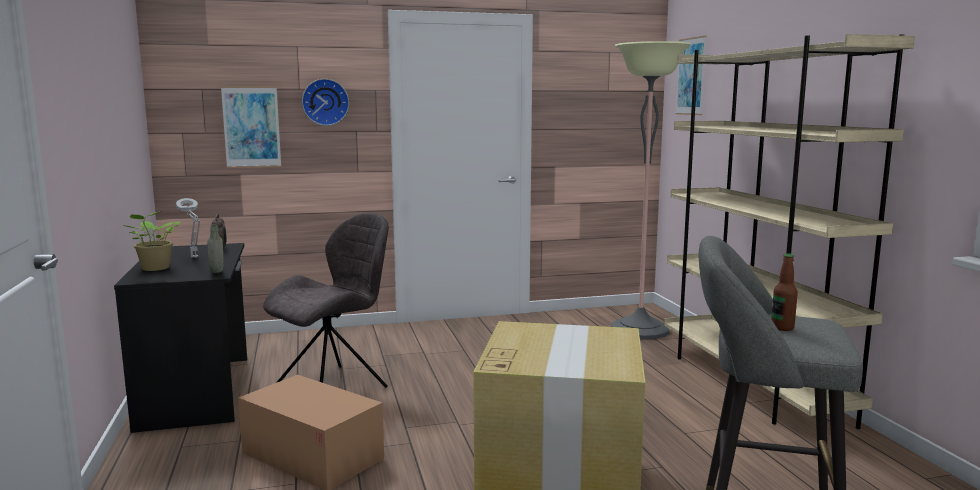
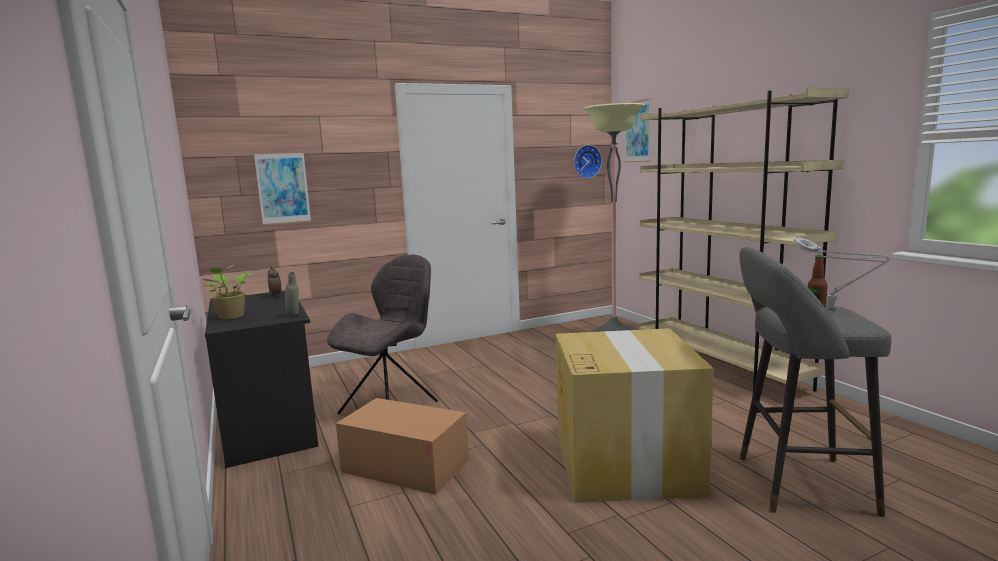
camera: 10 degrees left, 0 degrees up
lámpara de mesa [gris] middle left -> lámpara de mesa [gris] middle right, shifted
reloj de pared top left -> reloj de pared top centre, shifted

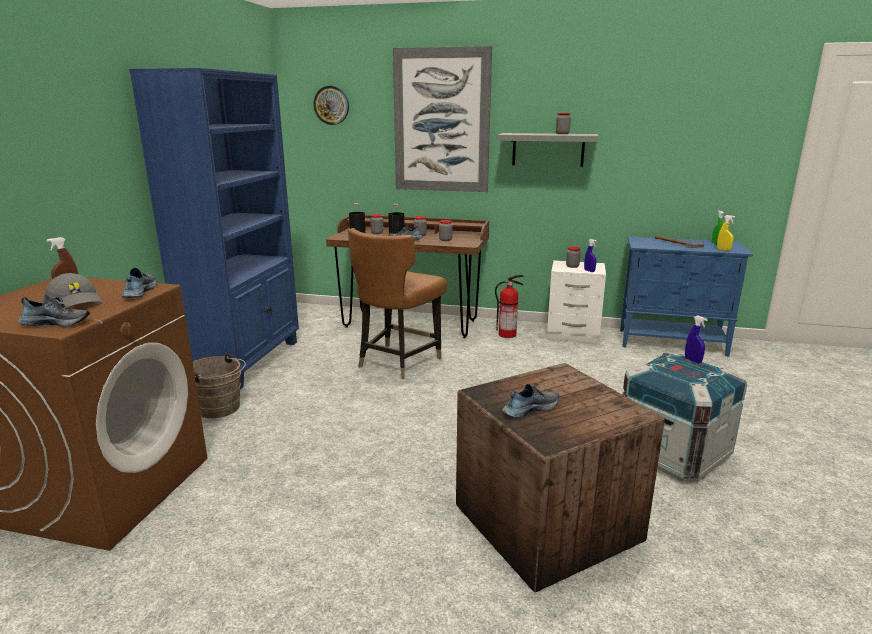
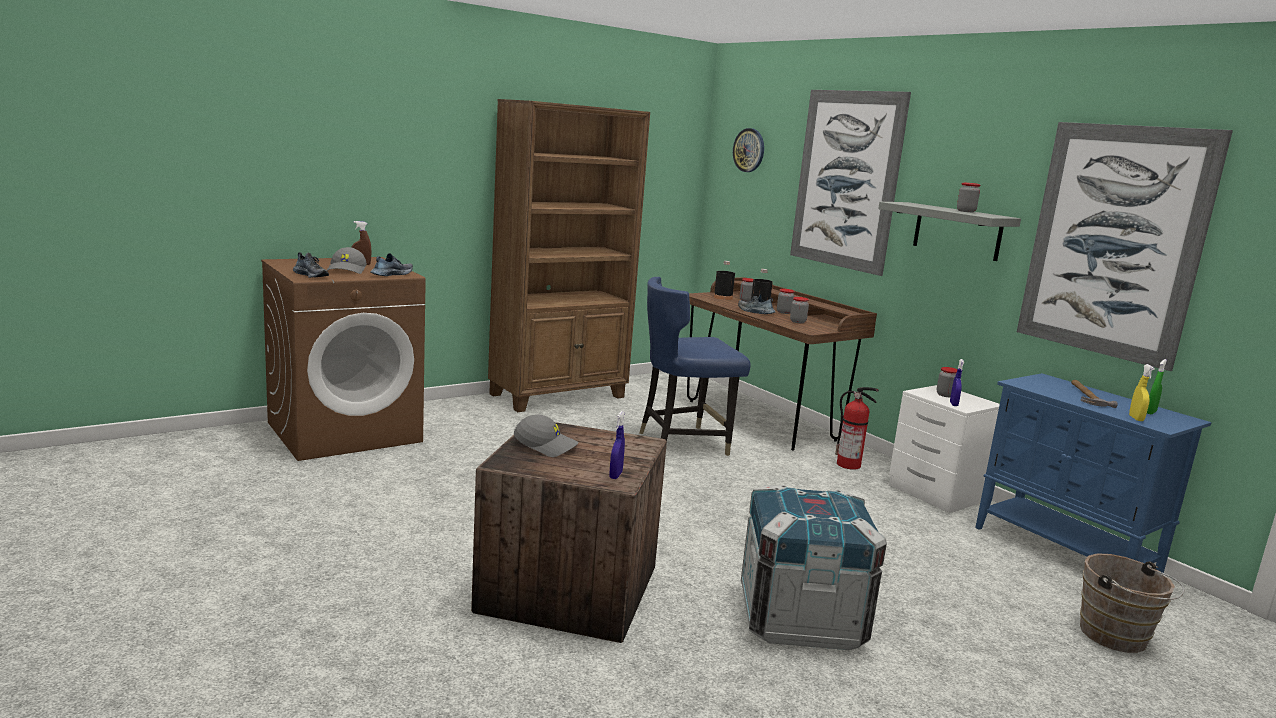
camera: 40 degrees right, 5 degrees down
none -> cuadro (no. 2 from left) middle right
cubo [marrón] middle left -> cubo [marrón] bottom right, shifted
pulverizador [azul] (no. 2 from left in the first image) middle right -> pulverizador [azul] (no. 1 from left) centre, shifted
zapato (no. 4 from left) centre -> gorra [gris] (no. 2 from left) centre
estantería [azul] middle left -> estantería [marrón] centre
silla [marrón] centre -> silla [azul] centre

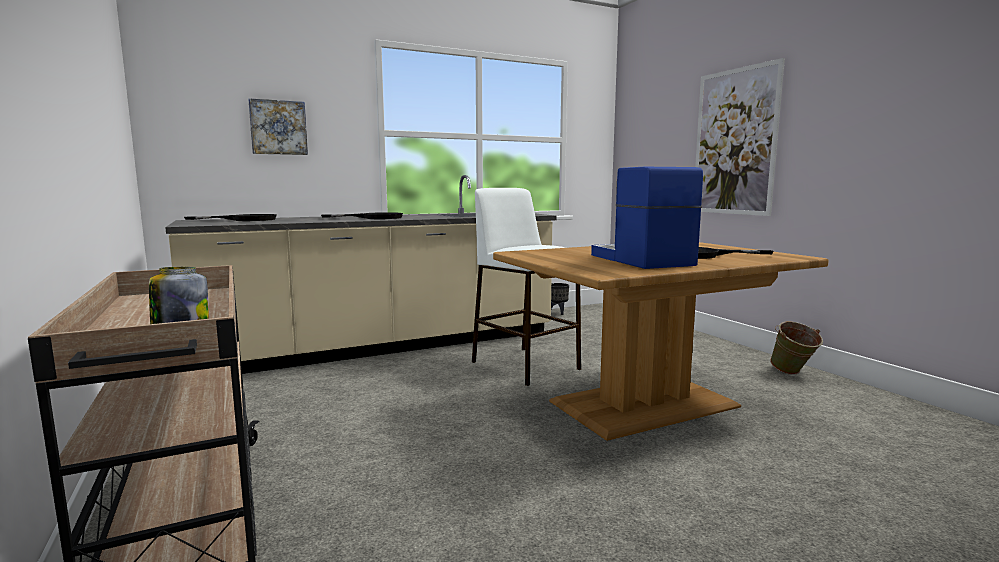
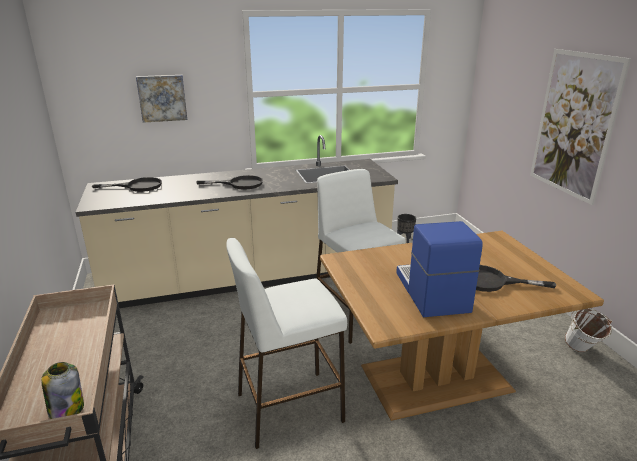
camera: 10 degrees right, 15 degrees up
none -> taburete [blanco] (no. 1 from left) bottom centre
cubo [verde] middle right -> cubo [blanco] bottom right

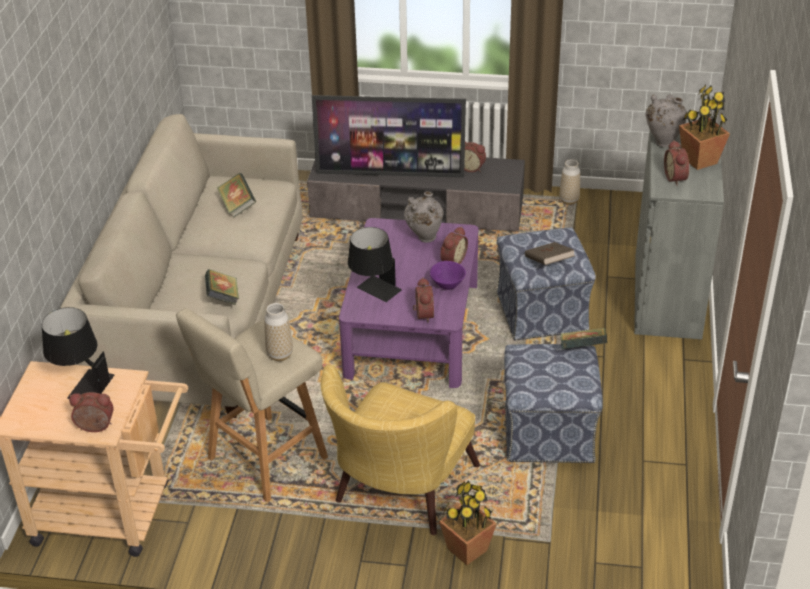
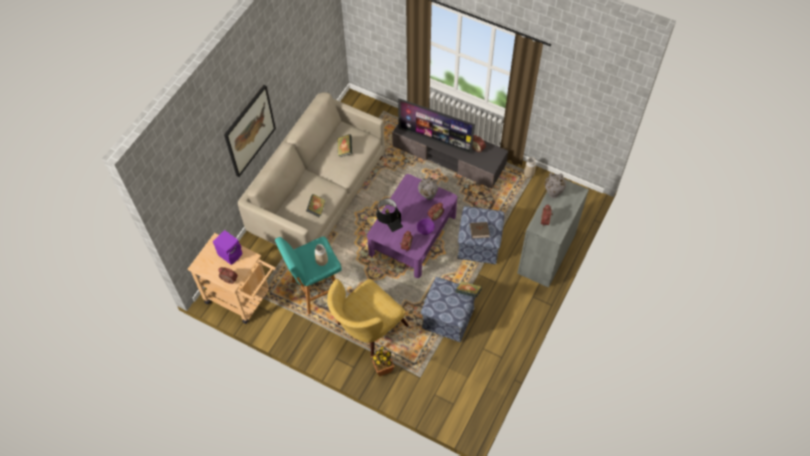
camera: 20 degrees right, 20 degrees up
planta en maceta (no. 2 from left) top right -> none
none -> cuadro top left
lámpara de mesa [negro] (no. 1 from left) middle left -> altavoz [morado] middle left
taburete [beis] bottom left -> taburete [turquesa] centre

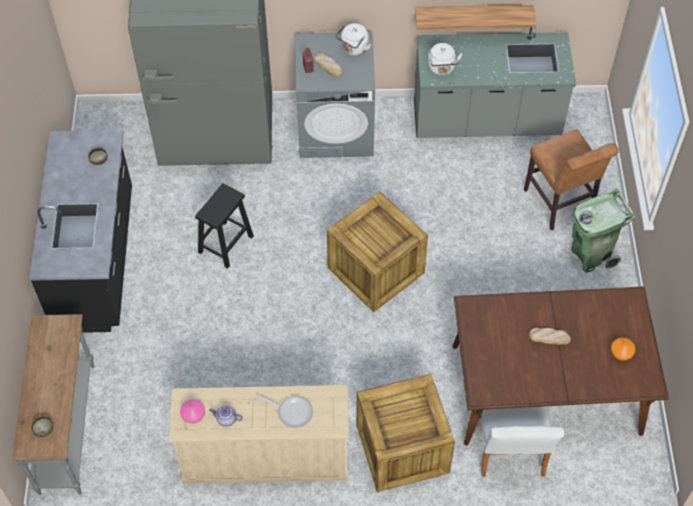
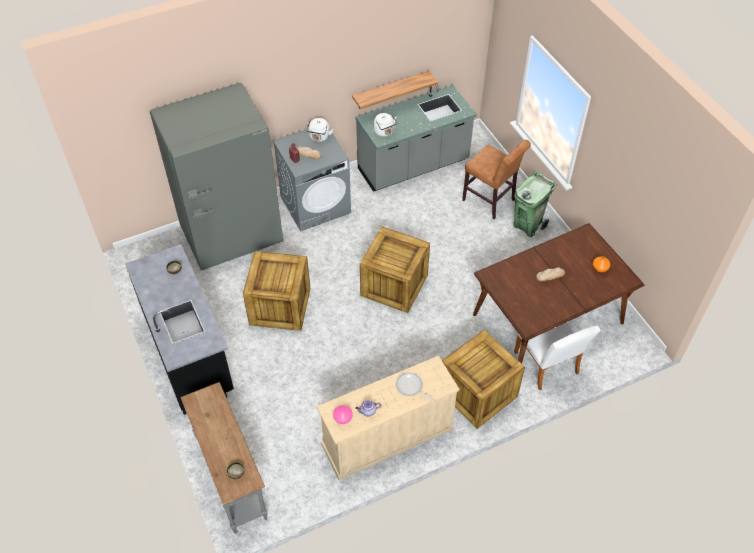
camera: 25 degrees left, 5 degrees down
taburete [negro] middle left -> caja de embalaje (no. 1 from left) centre
sartén bottom centre, 135 degrees counterclockwise

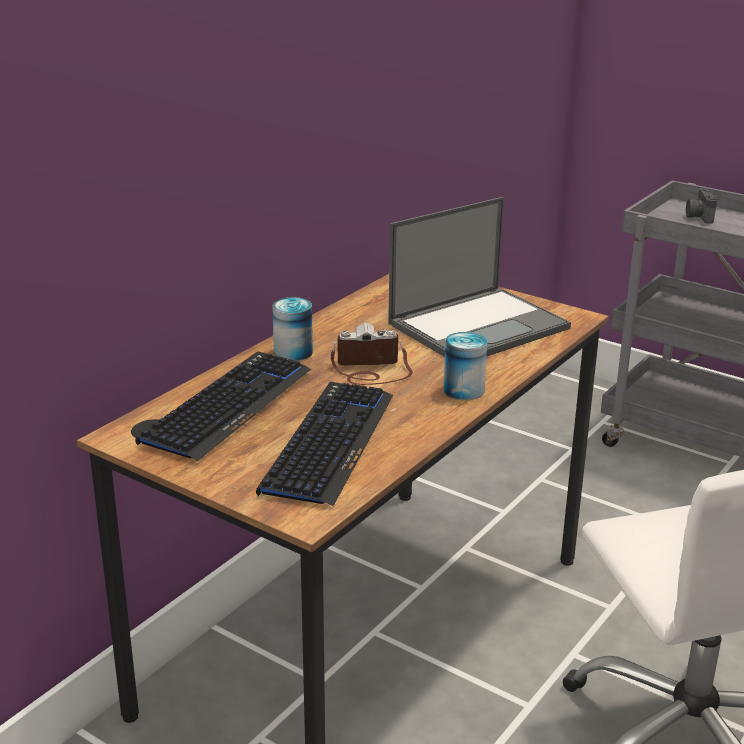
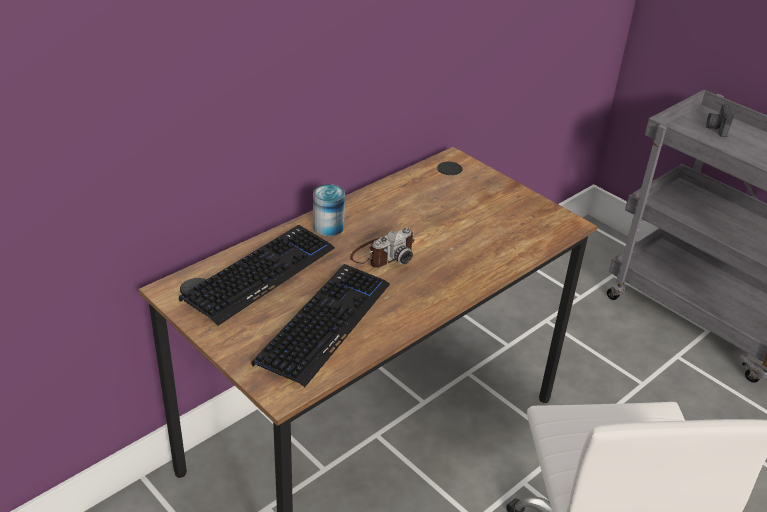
camera: 10 degrees right, 10 degrees up
portátil centre -> none
lata (no. 2 from left) centre -> none
cámara (no. 1 from left) centre, 135 degrees clockwise

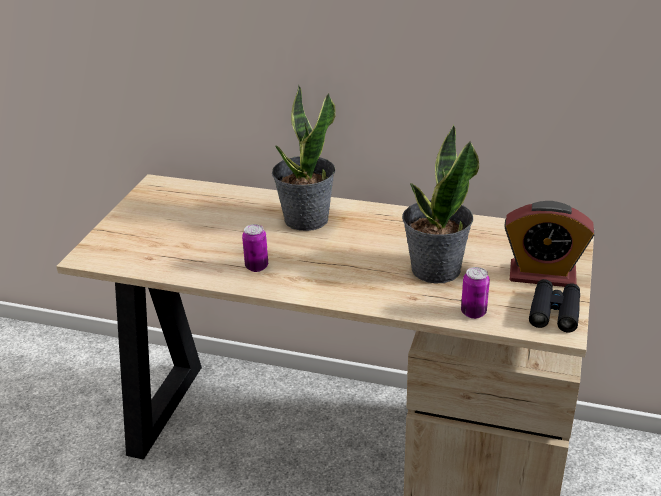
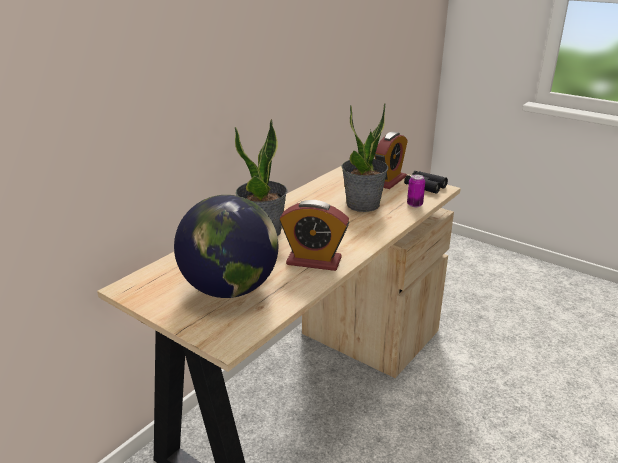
camera: 70 degrees left, 5 degrees down
none -> globo terráqueo centre
lata (no. 1 from left) centre -> despertador (no. 1 from left) centre

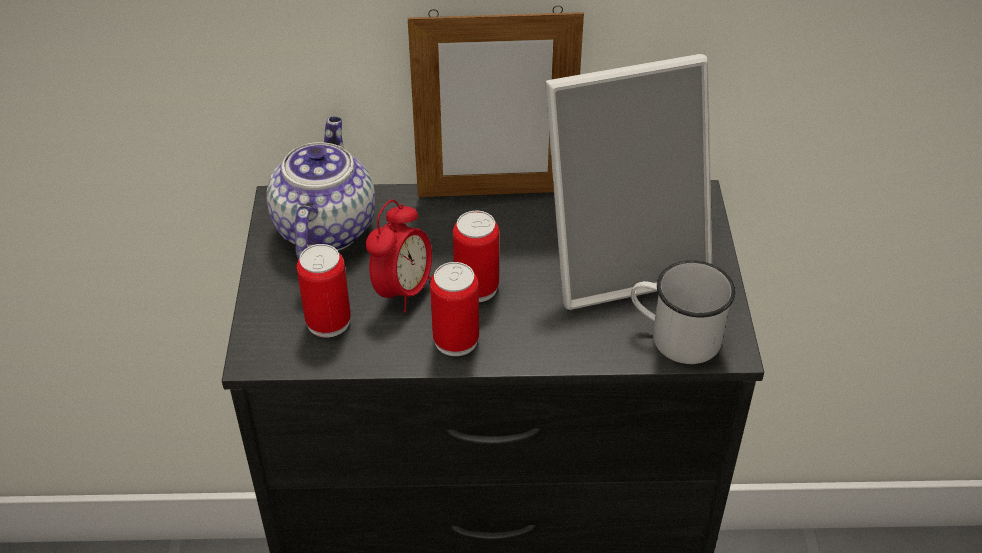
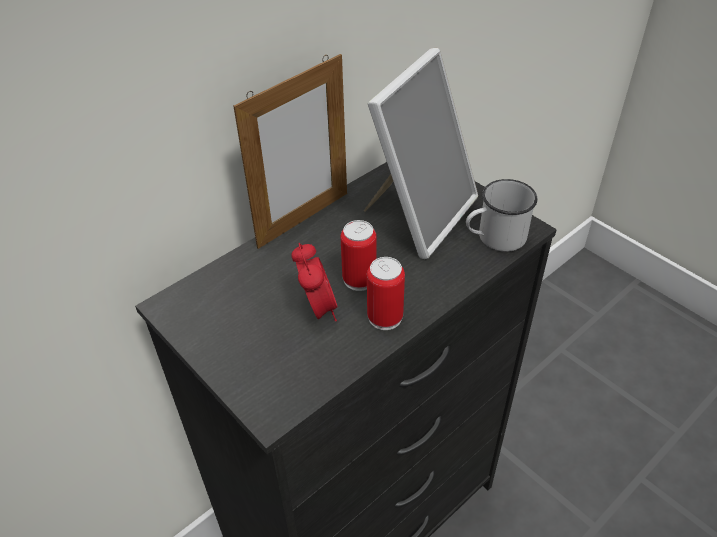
camera: 40 degrees left, 0 degrees up
tetera middle left -> none
lata (no. 1 from left) middle left -> none

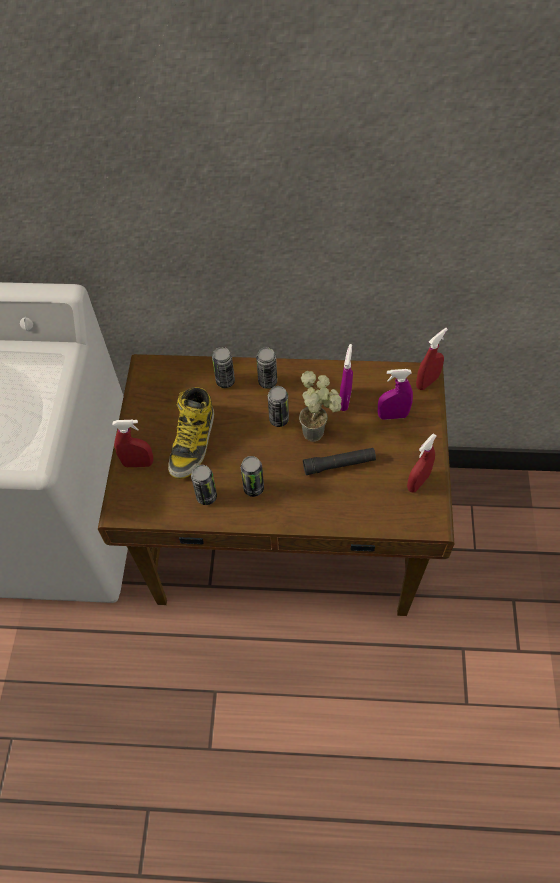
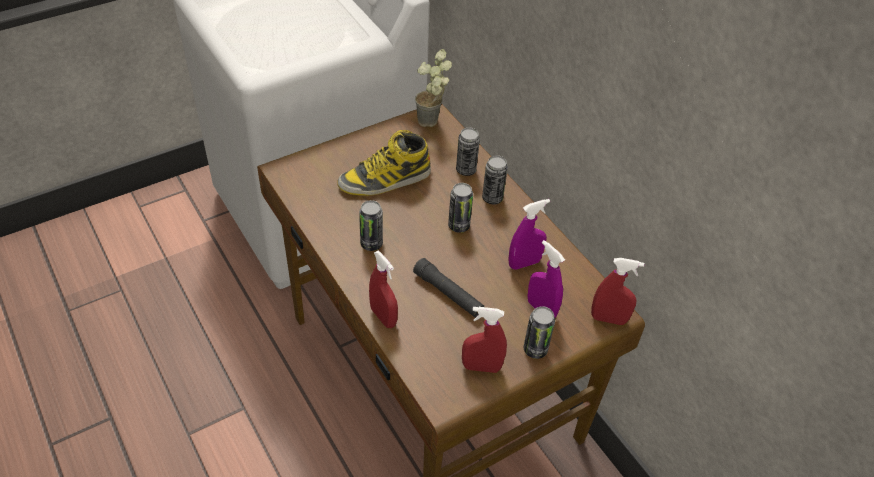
camera: 50 degrees right, 10 degrees down
pulverizador [rojo] (no. 1 from left) middle left -> pulverizador [rojo] (no. 1 from left) centre, shifted
lata (no. 1 from left in the first image) centre -> lata (no. 5 from left) bottom centre, shifted
planta en maceta centre -> planta en maceta top centre, shifted

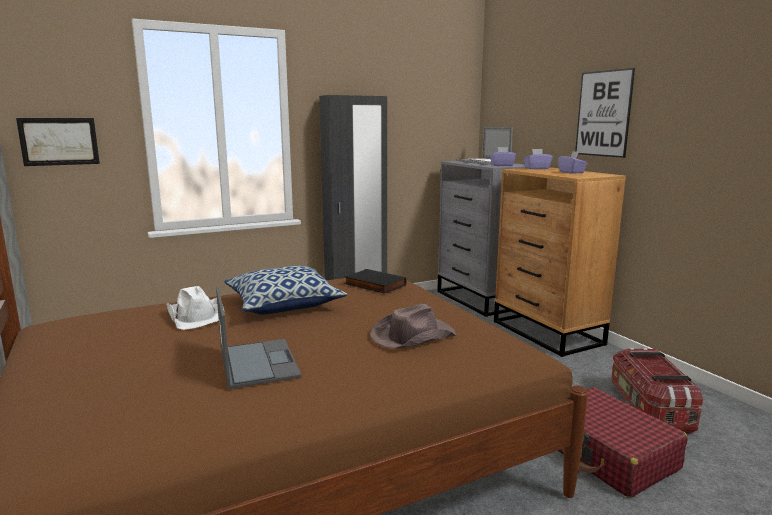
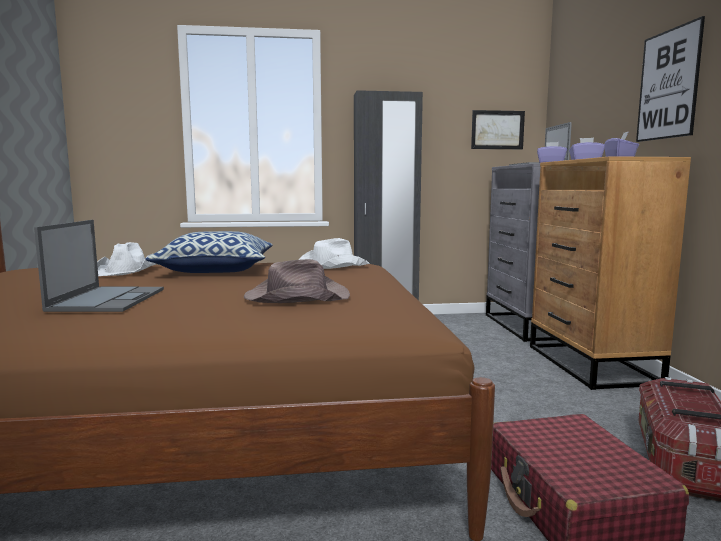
camera: 20 degrees right, 5 degrees down
cuadro (no. 1 from left) top left -> cuadro (no. 1 from left) top right, shifted
libro [negro] centre -> sombrero [blanco] (no. 2 from left) centre

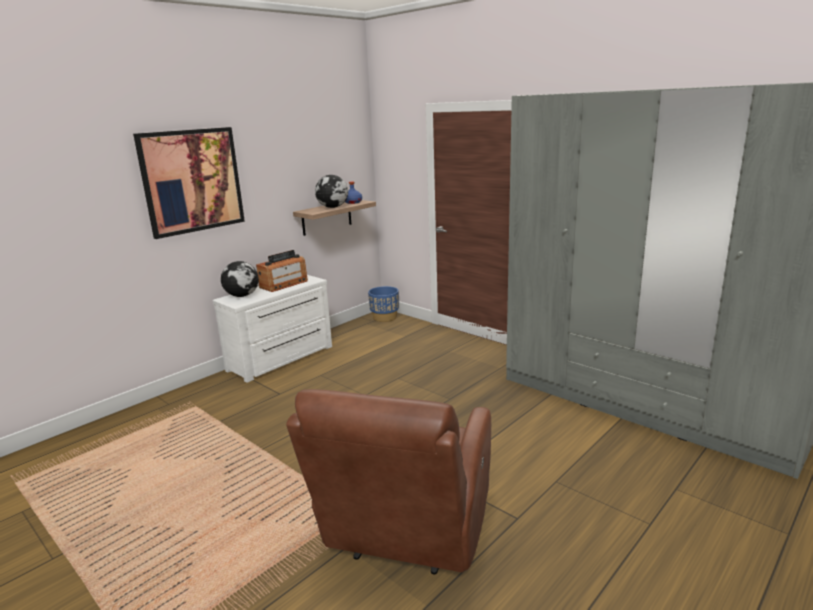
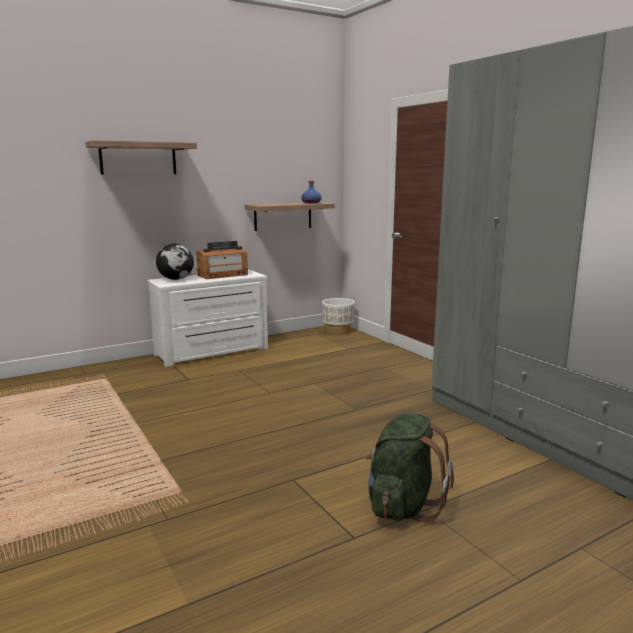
camera: 15 degrees right, 5 degrees down
sillón [marrón] bottom centre -> none
globo terráqueo (no. 2 from left) top centre -> none
none -> mochila [verde] bottom centre
cuadro top left -> estante (no. 1 from left) top left
maceta [azul] centre -> maceta [blanco] centre

